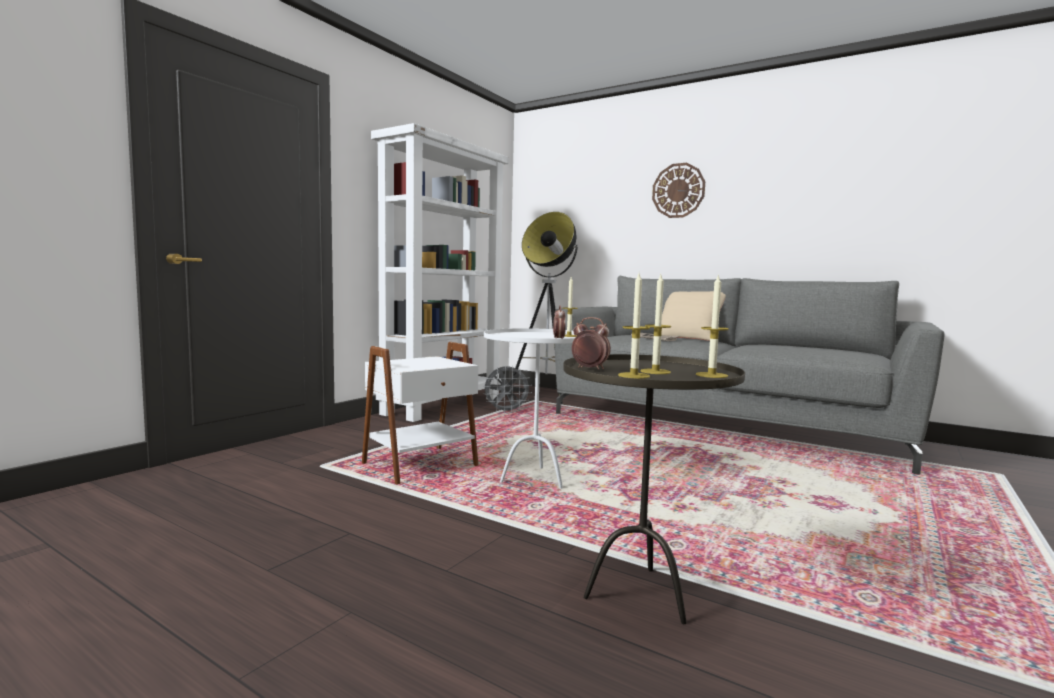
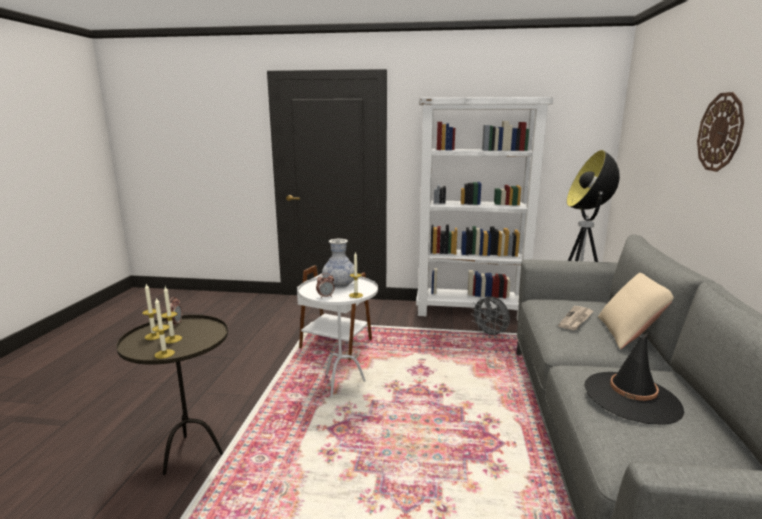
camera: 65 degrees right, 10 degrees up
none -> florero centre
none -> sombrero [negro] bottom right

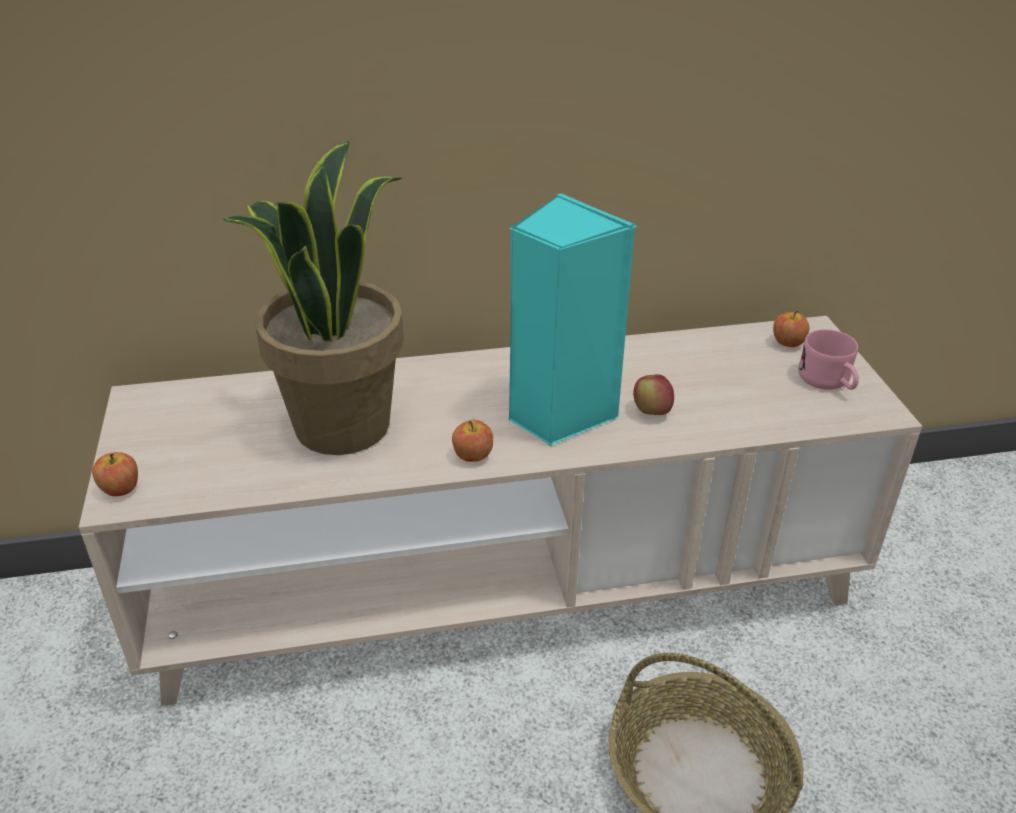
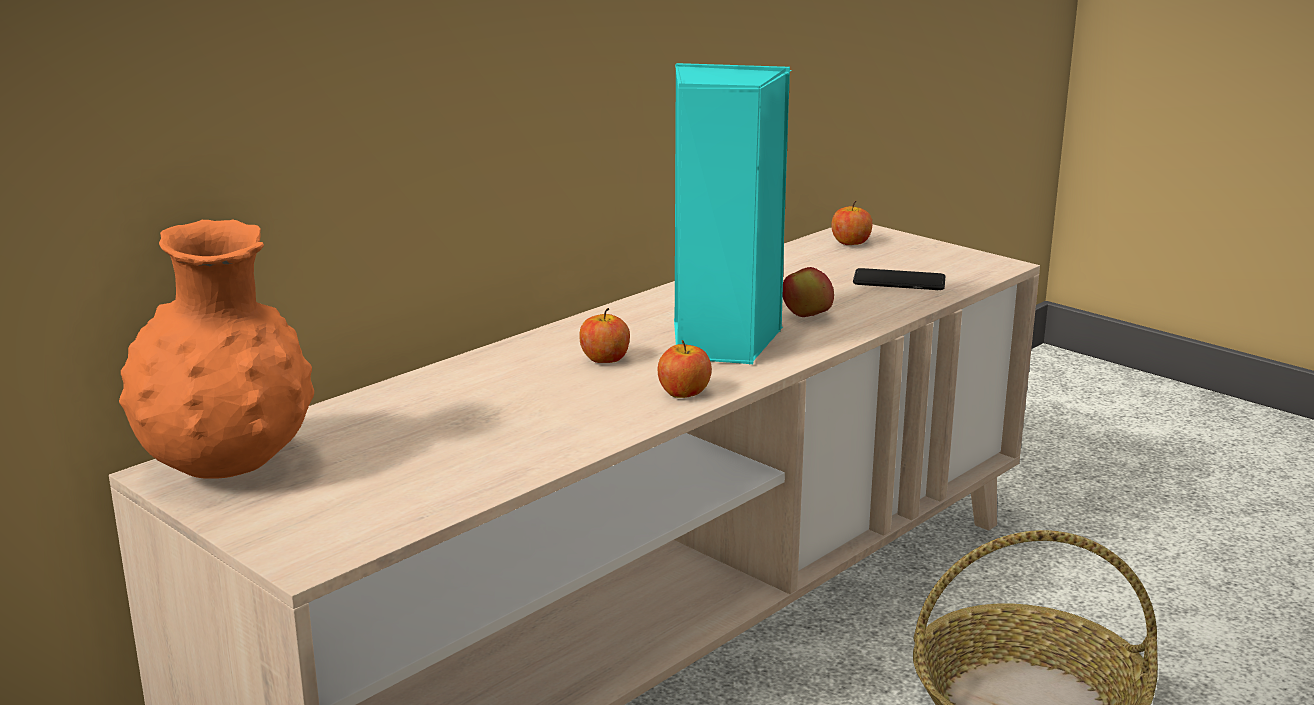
camera: 35 degrees left, 15 degrees down
planta en maceta middle left -> none
taza grande [rosa] middle right -> none
none -> florero [naranja] middle left
none -> móvil middle right
manzana (no. 1 from left) middle left -> manzana (no. 1 from left) centre, shifted

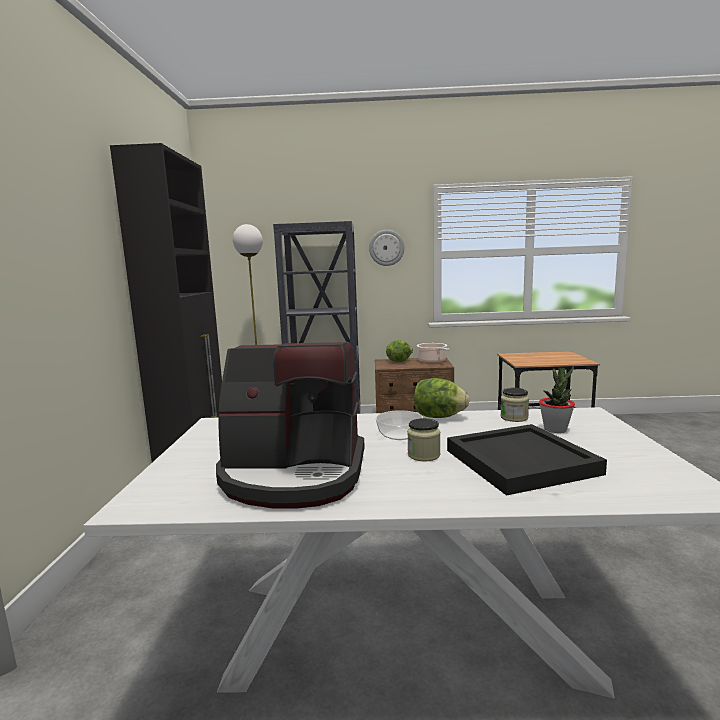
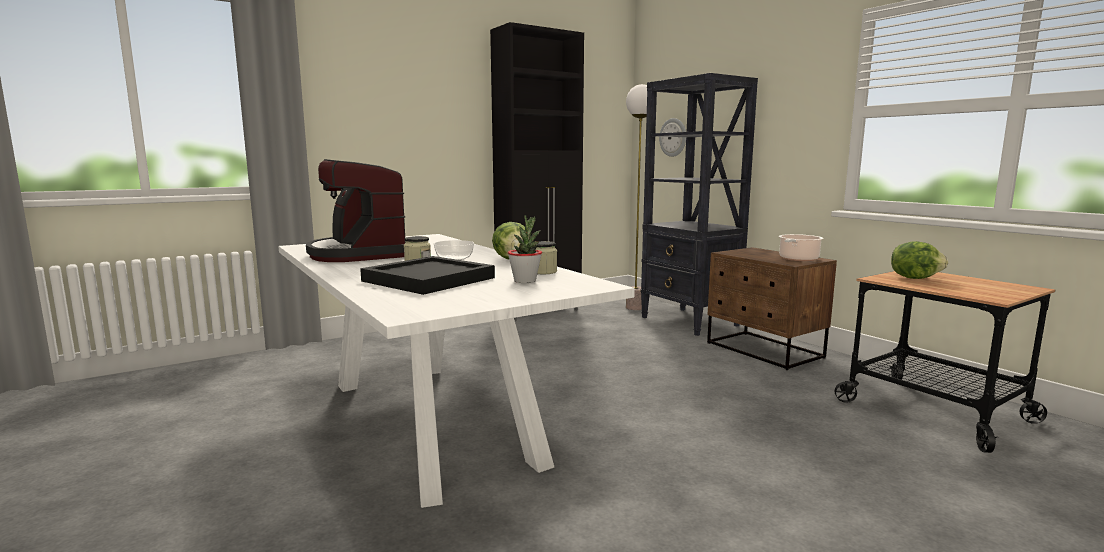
camera: 55 degrees right, 0 degrees up
reloj de pared centre -> reloj de pared top centre, shifted
lechuga (no. 1 from left in the first image) centre -> lechuga (no. 2 from left) middle right, shifted

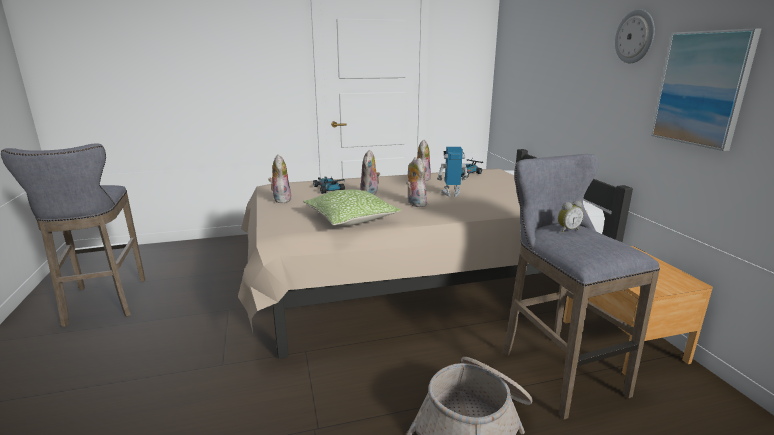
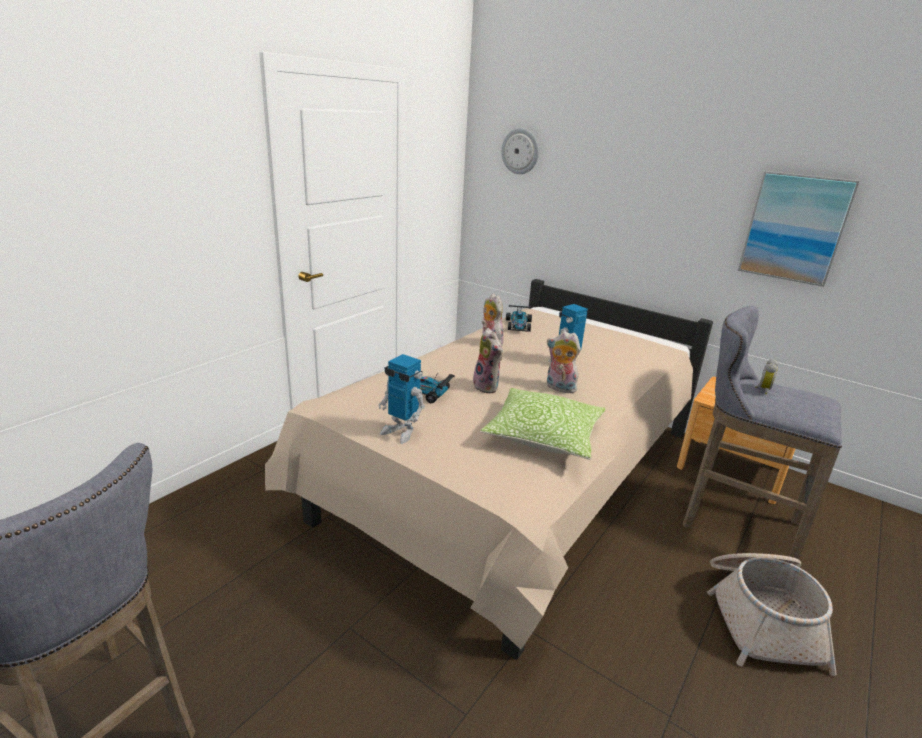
camera: 40 degrees left, 5 degrees up
reloj de pared top right -> reloj de pared top centre, shifted
peluche (no. 1 from left) centre -> robot de juguete (no. 1 from left) centre

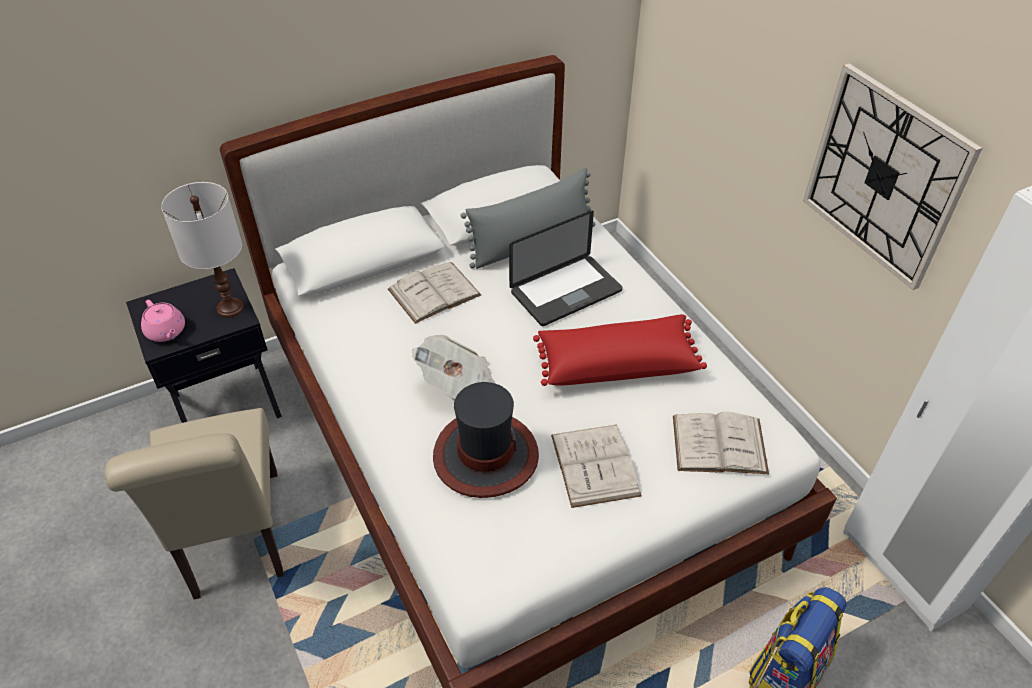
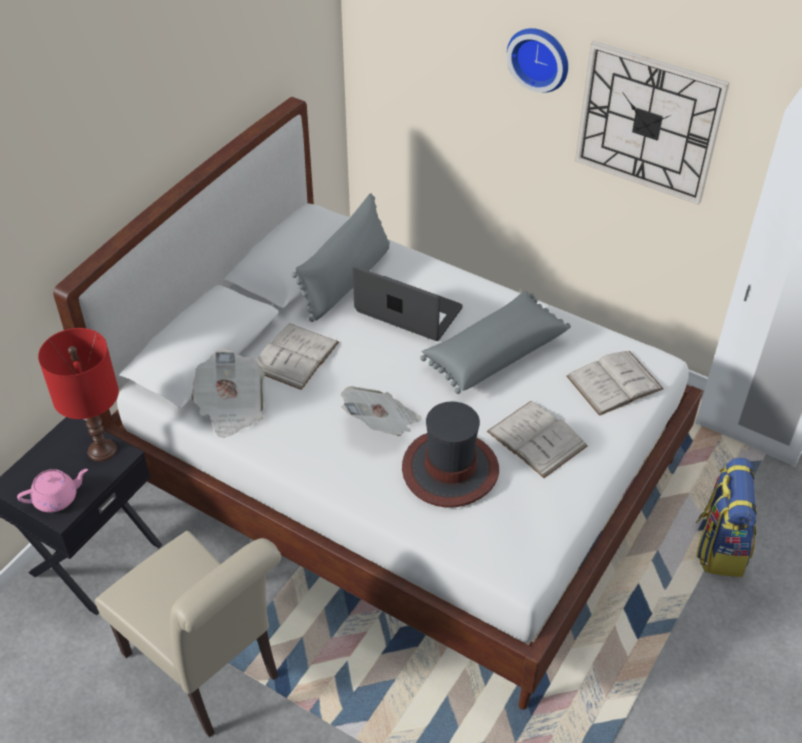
camera: 30 degrees left, 0 degrees up
none -> periódico (no. 1 from left) middle left
none -> reloj de pared (no. 1 from left) top right
lámpara de mesa [blanco] middle left -> lámpara de mesa [rojo] middle left
cojín [rojo] centre -> cojín [gris] (no. 2 from left) centre
tetera [rosa] middle left, 45 degrees counterclockwise
portátil centre, 90 degrees counterclockwise

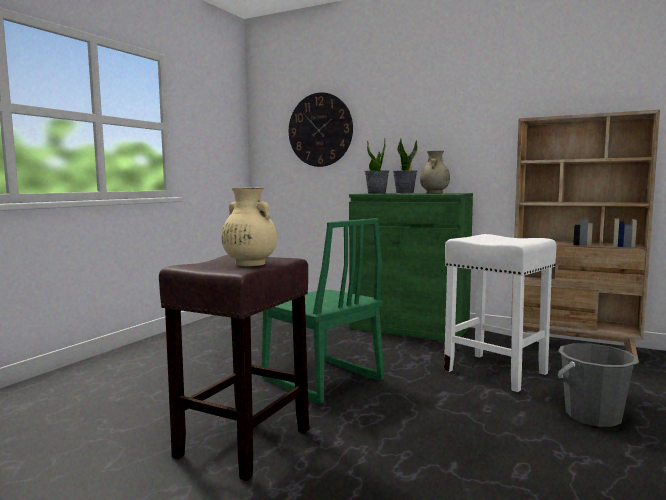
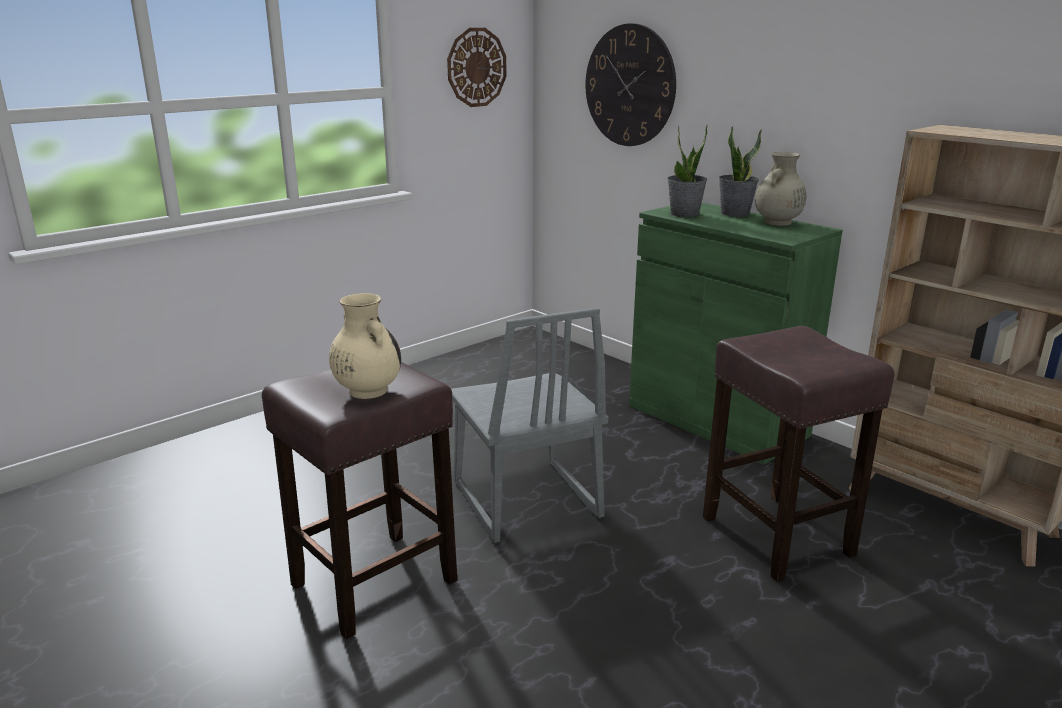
camera: 20 degrees right, 15 degrees up
cubo [gris] bottom right -> none
none -> reloj de pared (no. 1 from left) top centre
silla [verde] centre -> silla [gris] centre
taburete [blanco] middle right -> taburete [marrón] (no. 2 from left) middle right

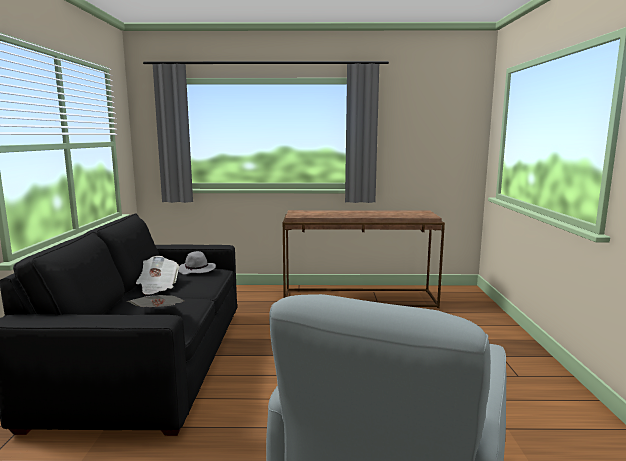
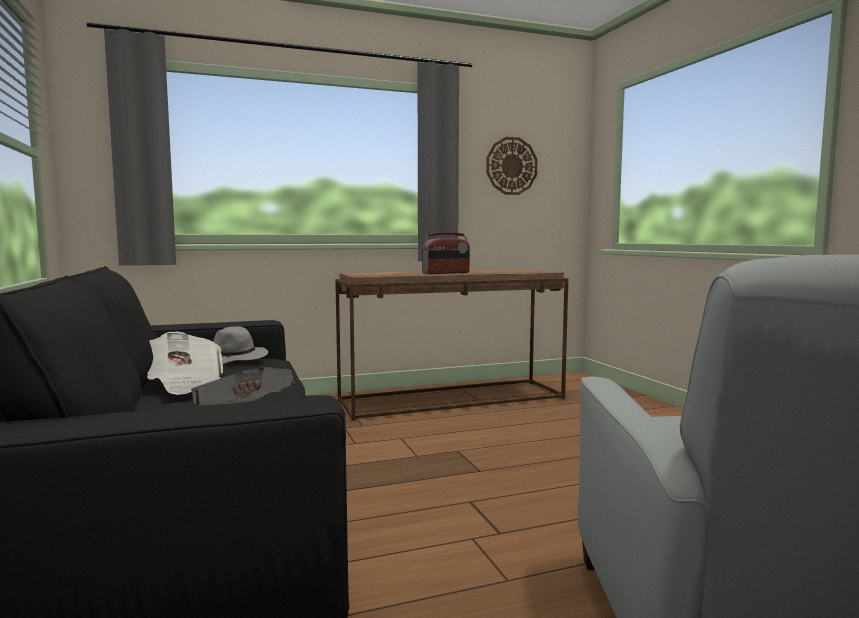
camera: 20 degrees left, 5 degrees down
none -> radio centre
none -> reloj de pared top centre

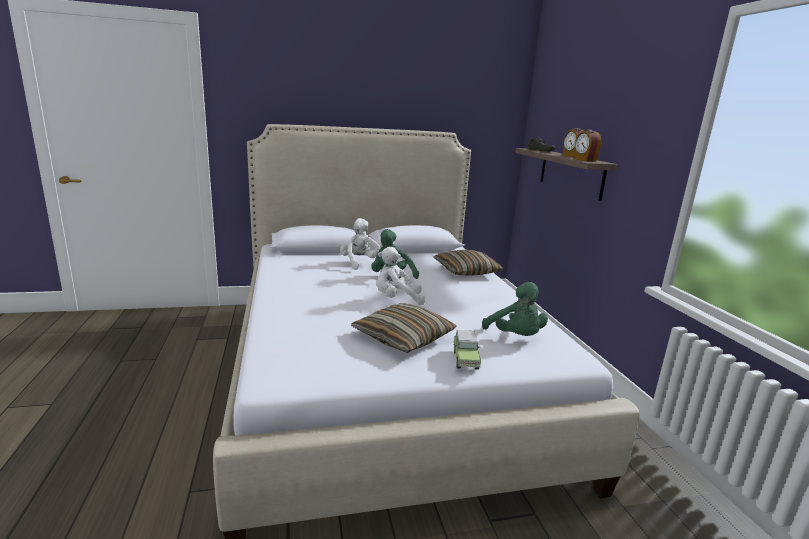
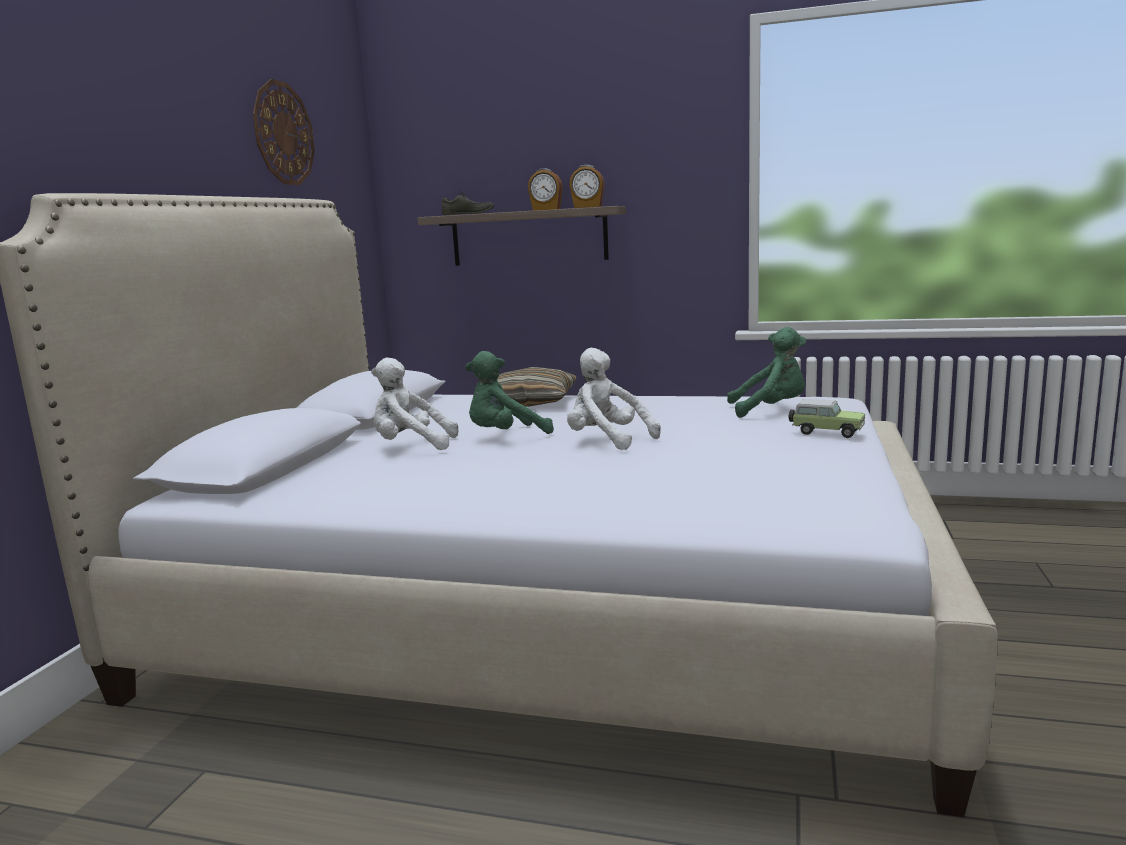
camera: 60 degrees left, 5 degrees down
cojín (no. 1 from left) centre -> none
none -> reloj de pared top left
peluche [blanco] (no. 2 from left) centre, 105 degrees clockwise

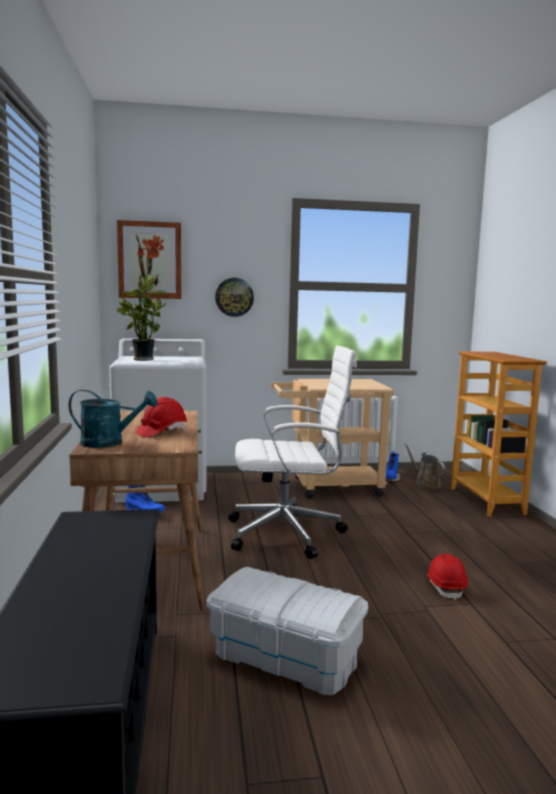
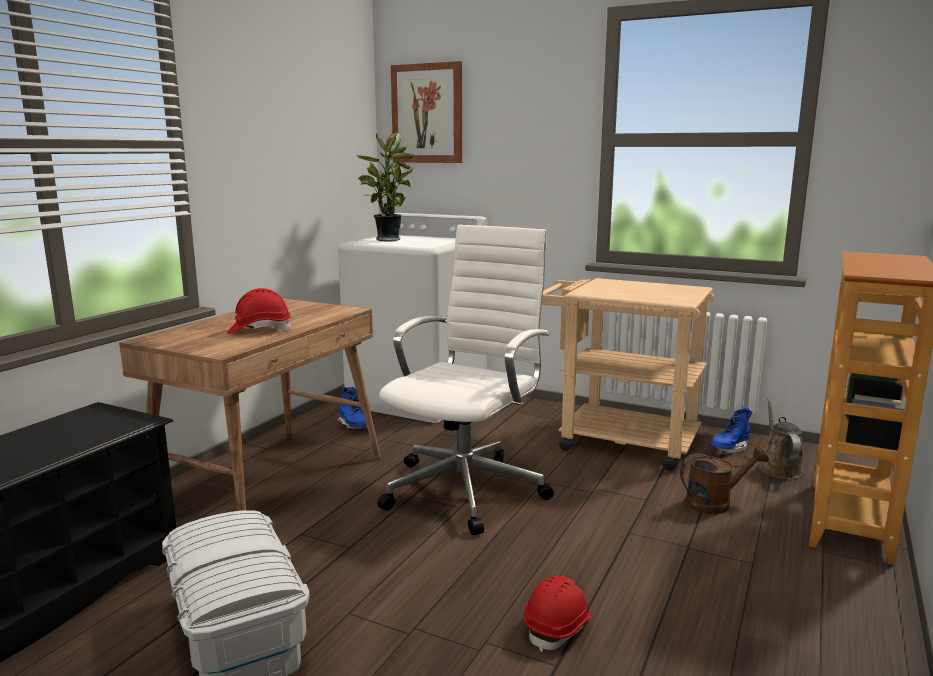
camera: 35 degrees right, 5 degrees up
regadera [turquesa] middle left -> none
reloj de pared centre -> none
none -> regadera [marrón] (no. 1 from left) bottom right
silla de oficina [blanco] centre, 90 degrees counterclockwise

